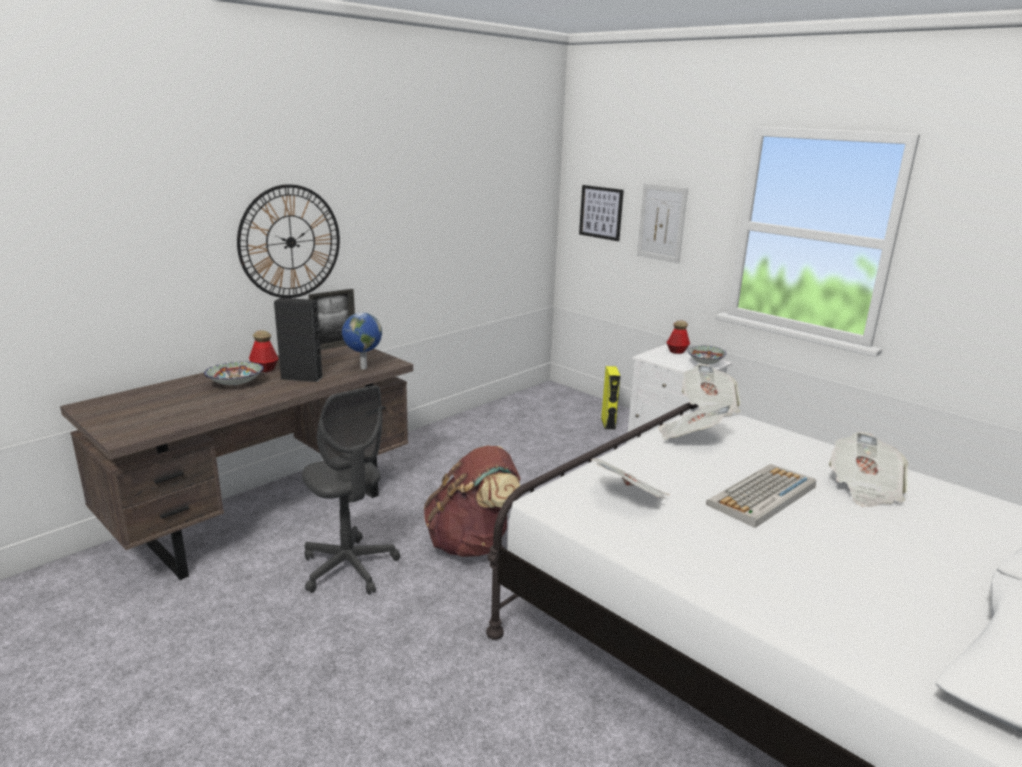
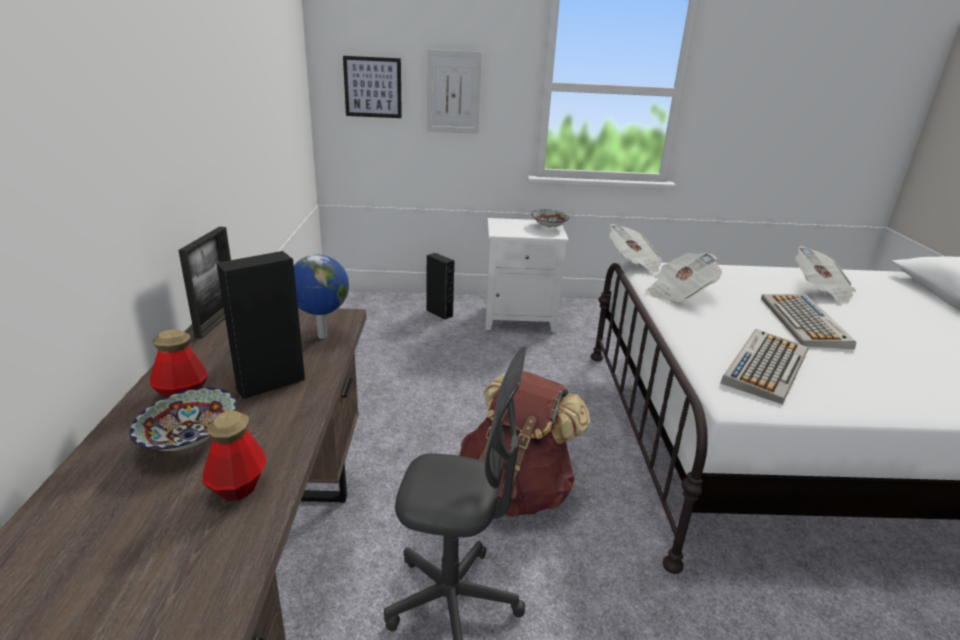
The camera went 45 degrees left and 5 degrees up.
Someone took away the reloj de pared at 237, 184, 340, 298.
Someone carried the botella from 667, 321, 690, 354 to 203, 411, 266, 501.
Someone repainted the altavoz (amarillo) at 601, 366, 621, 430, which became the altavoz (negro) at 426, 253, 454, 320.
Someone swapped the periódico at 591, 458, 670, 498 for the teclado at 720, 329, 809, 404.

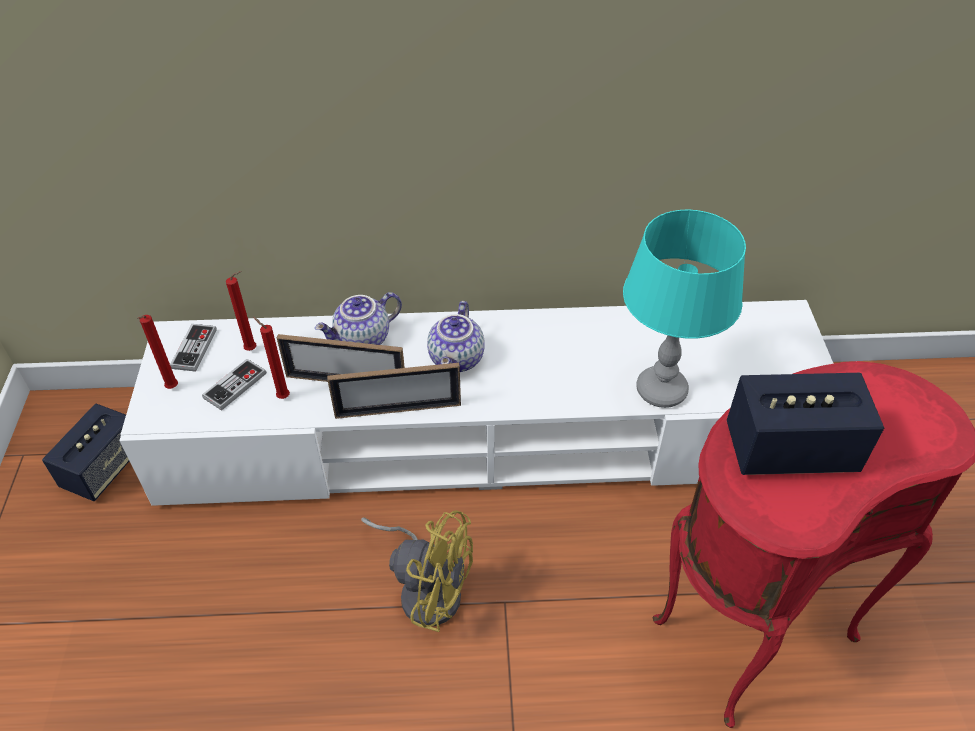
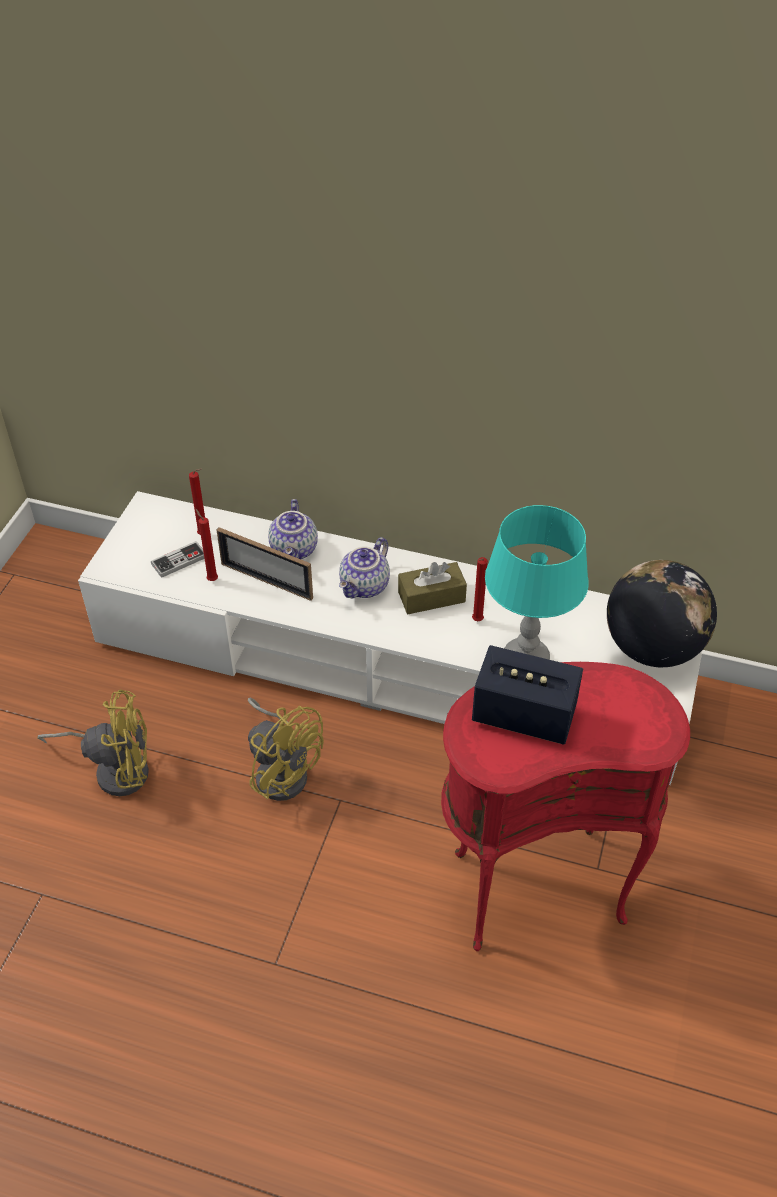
The camera went 20 degrees right and 0 degrees up.
Someone rotated the tetera at 315, 292, 402, 345 by 75 degrees counterclockwise.
Someone carried the vela (rojo) from 137, 315, 178, 389 to 472, 557, 488, 621.
Someone took away the mando de consola at 170, 324, 217, 372.
Someone took away the portarretratos at 327, 363, 461, 419.
Someone took away the altavoz at 42, 404, 129, 501.
Someone put down the globo terráqueo at 607, 560, 717, 667.
Someone put down the caja de pañuelos (marrón) at 398, 562, 467, 614.
Someone put down the ventilador (amarillo) at 37, 690, 149, 796.

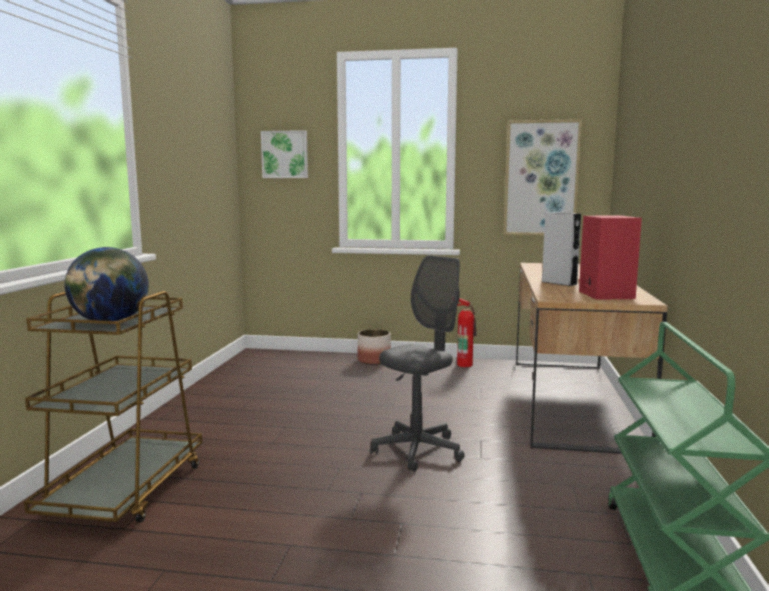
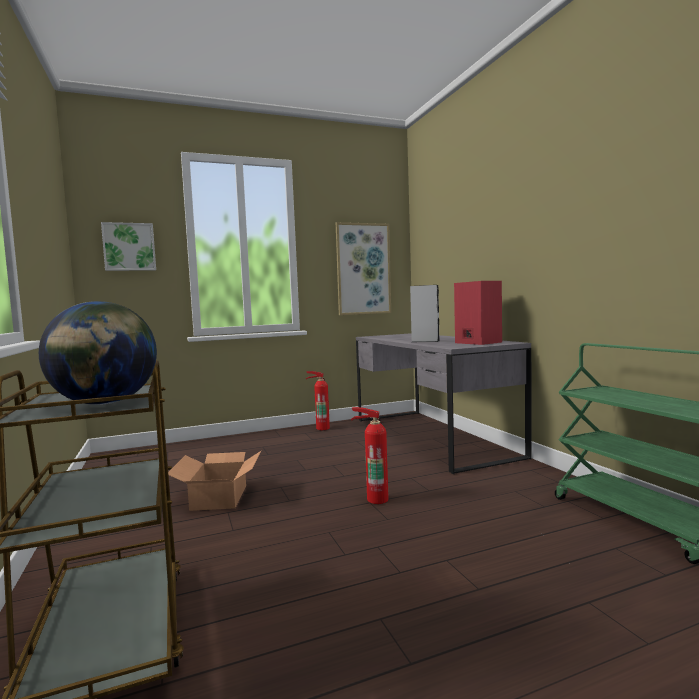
The camera went 30 degrees left and 5 degrees down.
Someone swapped the silla de oficina (gris) at 370, 255, 465, 472 for the extintor at 351, 407, 389, 504.
Someone repainted the escritorio (marrón) at 516, 263, 668, 454, which became the escritorio (gris) at 356, 333, 532, 474.
Someone took away the maceta at 358, 329, 391, 365.
Someone put down the caja de cartón at 168, 451, 261, 511.

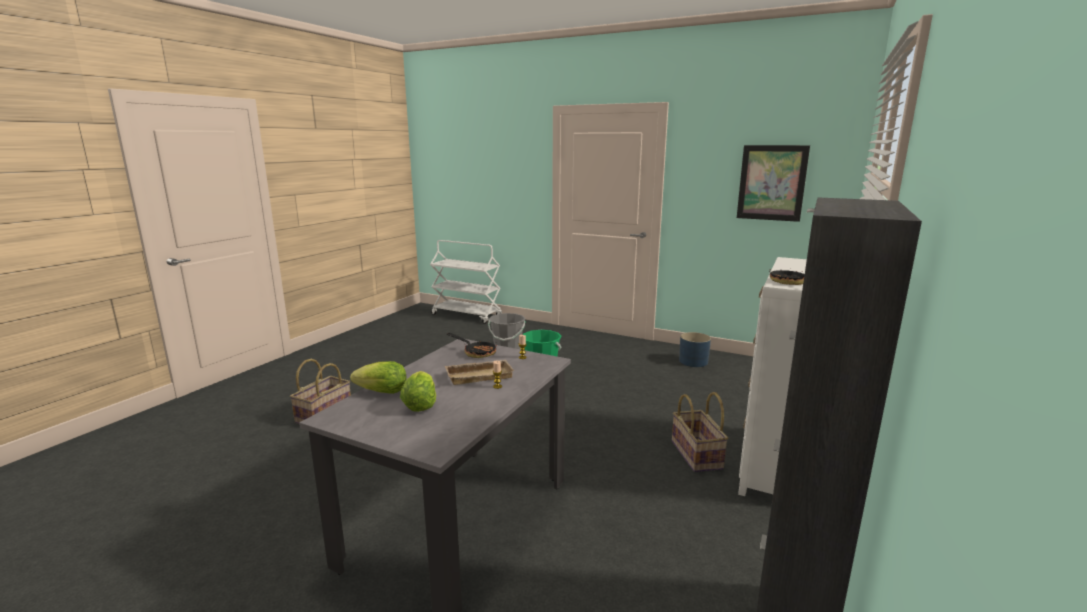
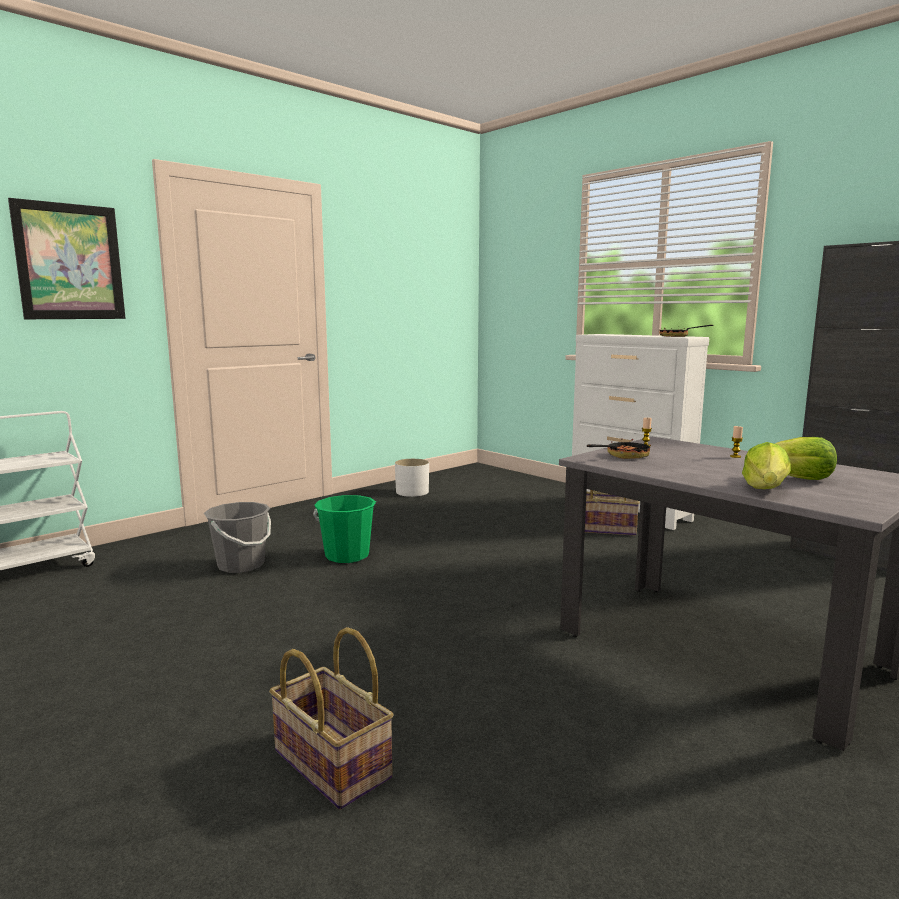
The camera went 70 degrees left and 5 degrees down.
Someone carried the cuadro from 737, 145, 810, 222 to 8, 198, 126, 319.
Someone repainted the maceta (azul) at 679, 332, 711, 367, which became the maceta (blanco) at 395, 459, 429, 497.
Someone took away the bandeja (beis) at 445, 360, 514, 385.

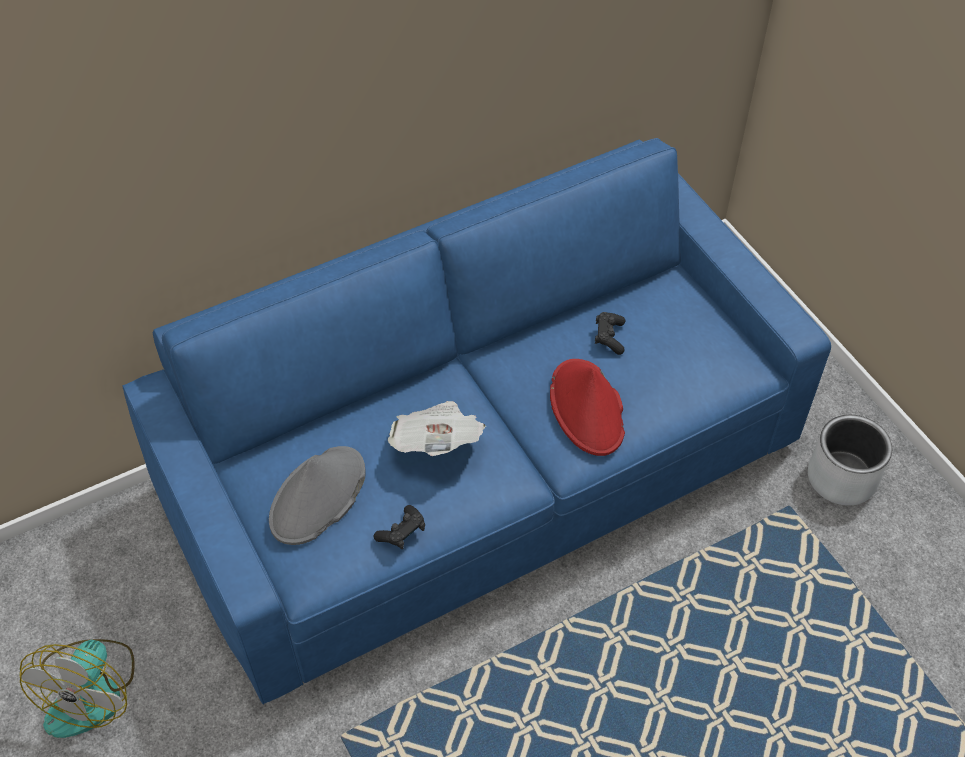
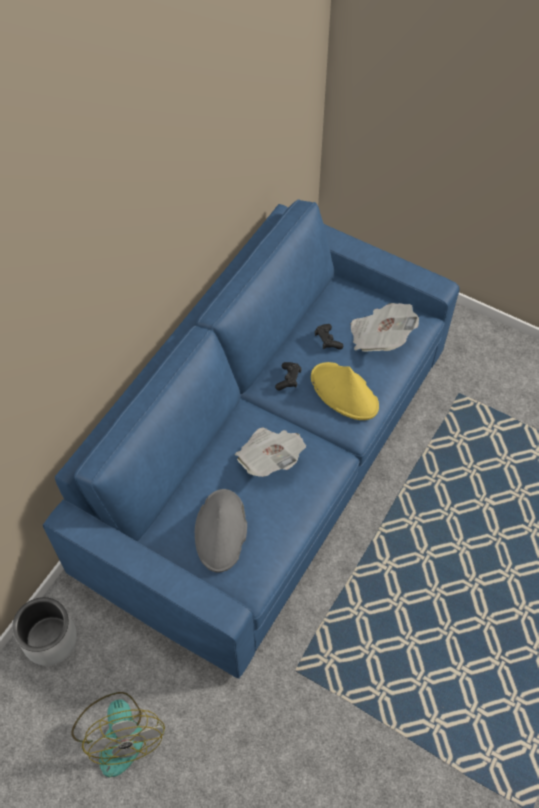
The camera went 30 degrees left and 5 degrees up.
Someone repainted the sombrero (rojo) at 550, 359, 625, 456, which became the sombrero (amarillo) at 311, 362, 379, 420.
Someone carried the maceta (gris) from 808, 415, 892, 505 to 12, 597, 77, 666.
Someone carried the mando de consola (negro) from 374, 505, 425, 549 to 275, 362, 301, 390.
Someone put down the periódico at 350, 303, 419, 352.

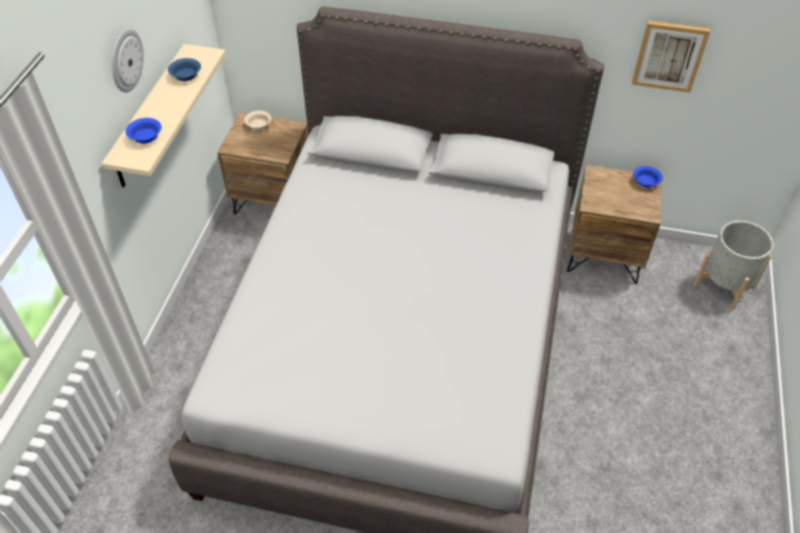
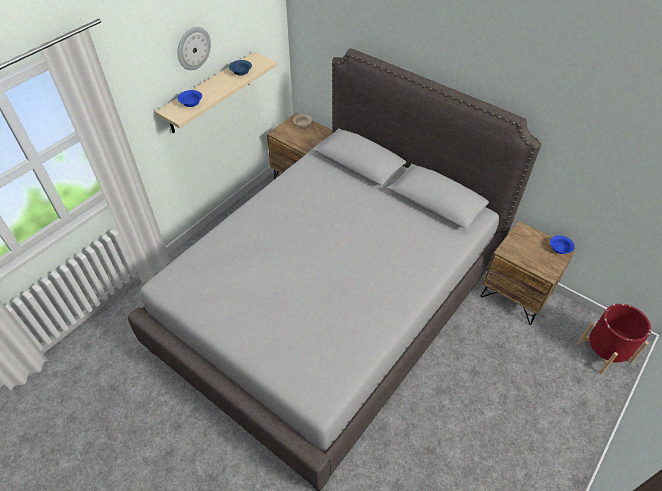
The camera went 25 degrees right and 0 degrees up.
Someone took away the cuadro at 632, 21, 710, 92.
Someone repainted the maceta (gris) at 694, 220, 774, 310, which became the maceta (rojo) at 577, 304, 651, 374.

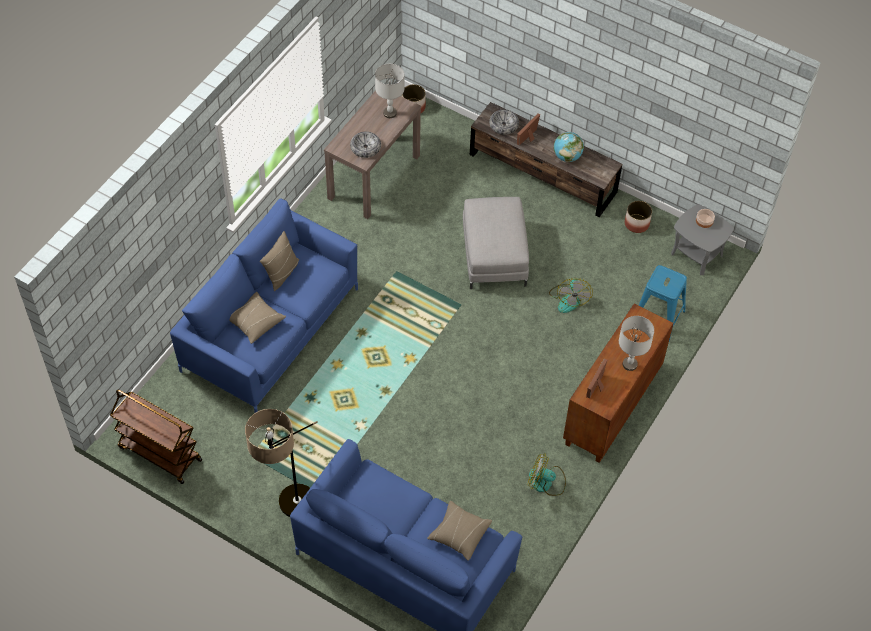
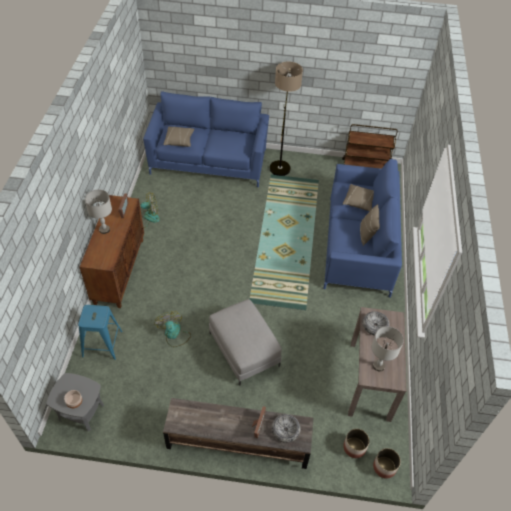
The camera went 155 degrees right and 5 degrees down.
Someone took away the globo terráqueo at 554, 132, 584, 162.
Someone carried the maceta from 625, 201, 652, 233 to 343, 429, 370, 458.

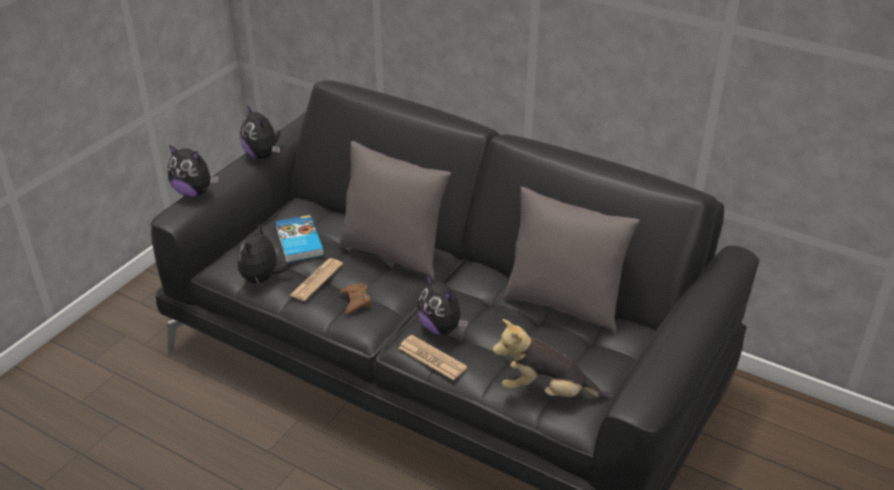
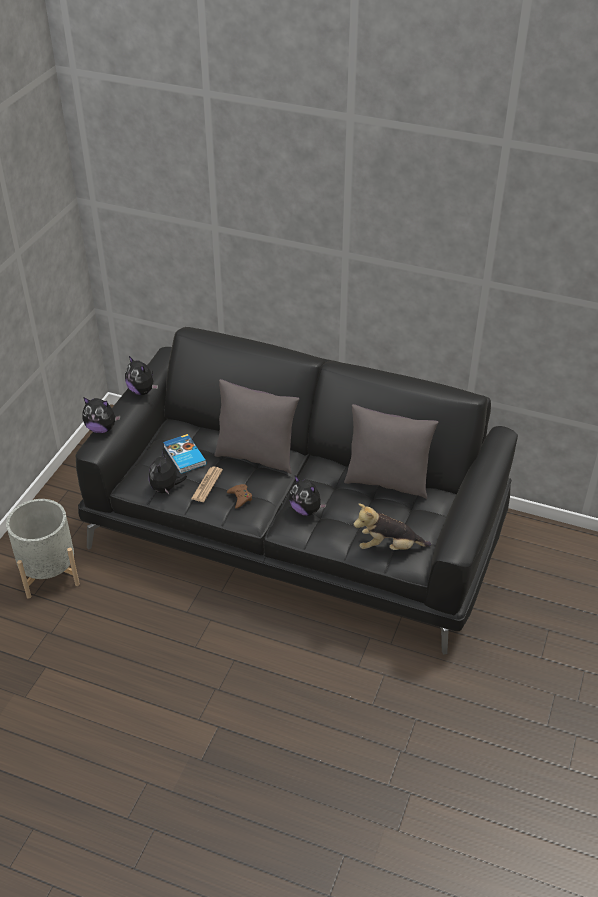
The camera went 10 degrees left and 5 degrees up.
Someone took away the periódico at 399, 335, 467, 380.
Someone put down the maceta (gris) at 6, 499, 80, 599.

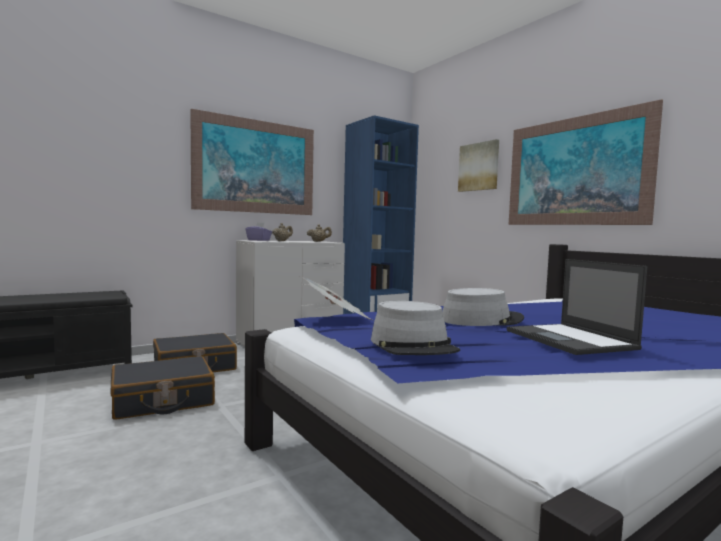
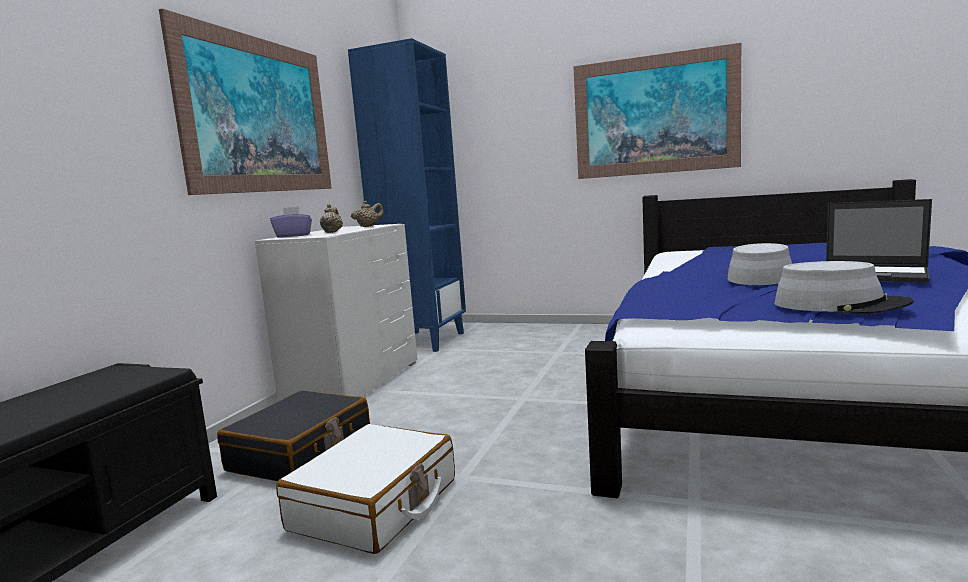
The camera went 35 degrees left and 5 degrees up.
Someone took away the cuadro at 458, 139, 499, 192.
Someone took away the periódico at 300, 276, 372, 320.
Someone repainted the maleta (negro) at 111, 356, 215, 420, which became the maleta (blanco) at 276, 424, 455, 554.

